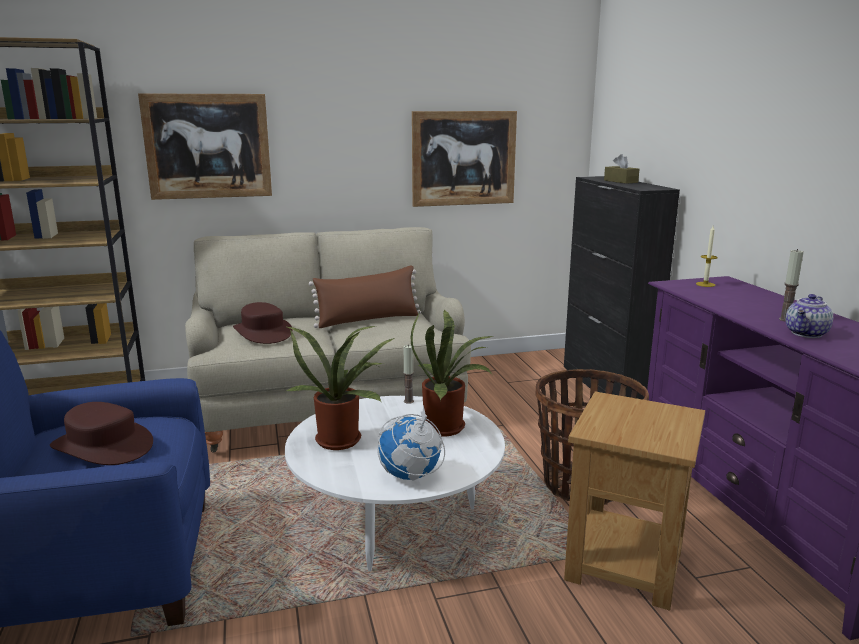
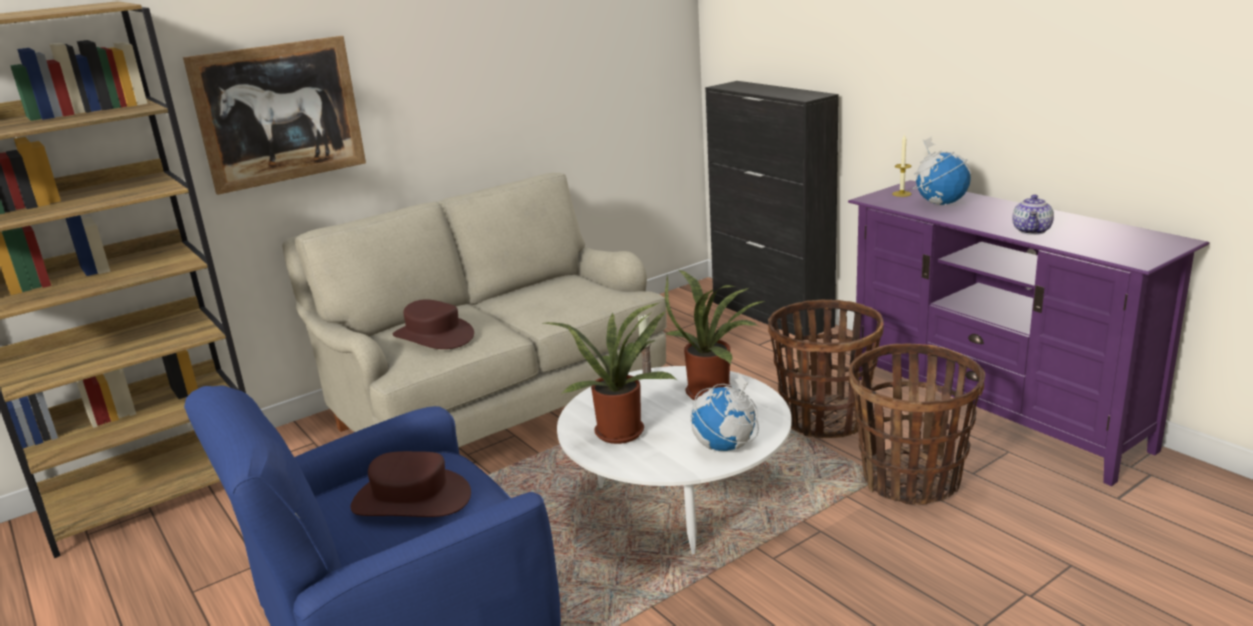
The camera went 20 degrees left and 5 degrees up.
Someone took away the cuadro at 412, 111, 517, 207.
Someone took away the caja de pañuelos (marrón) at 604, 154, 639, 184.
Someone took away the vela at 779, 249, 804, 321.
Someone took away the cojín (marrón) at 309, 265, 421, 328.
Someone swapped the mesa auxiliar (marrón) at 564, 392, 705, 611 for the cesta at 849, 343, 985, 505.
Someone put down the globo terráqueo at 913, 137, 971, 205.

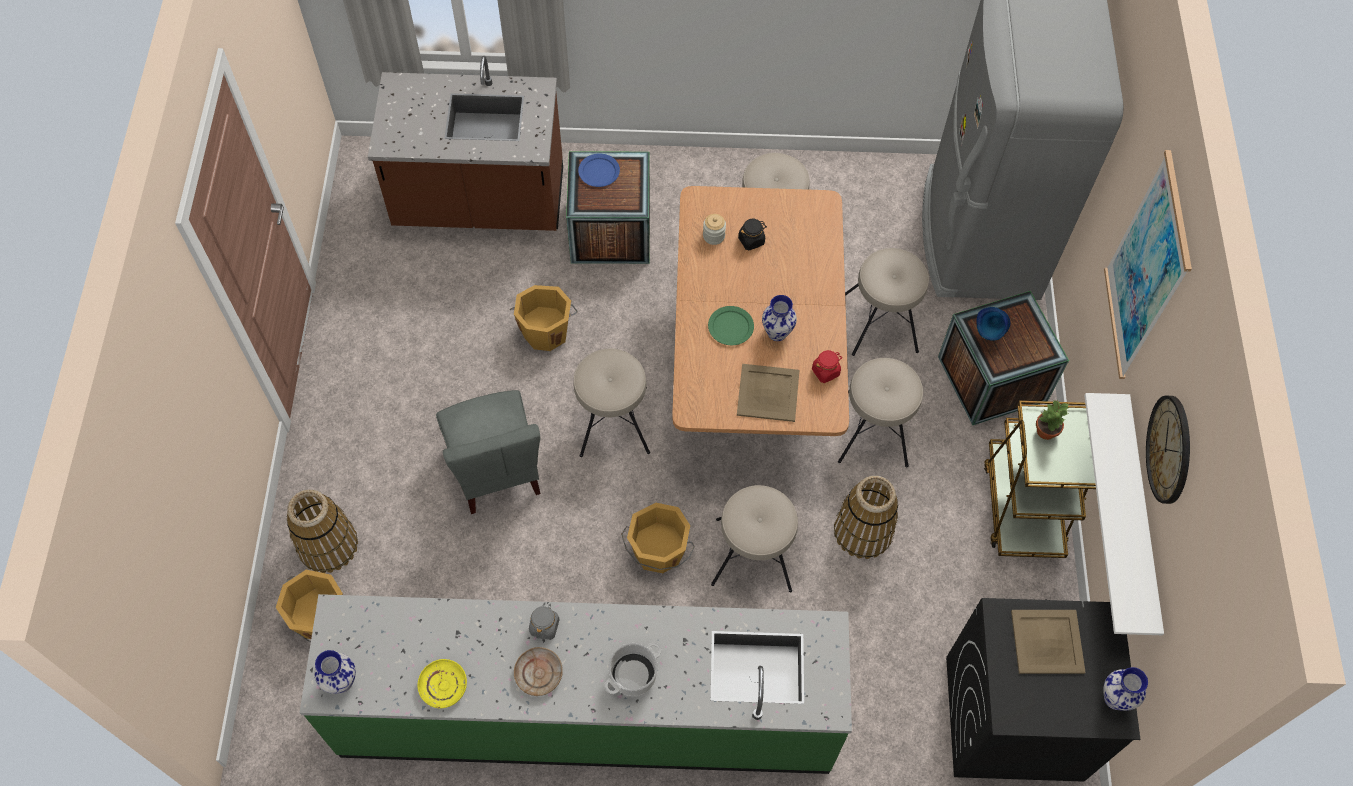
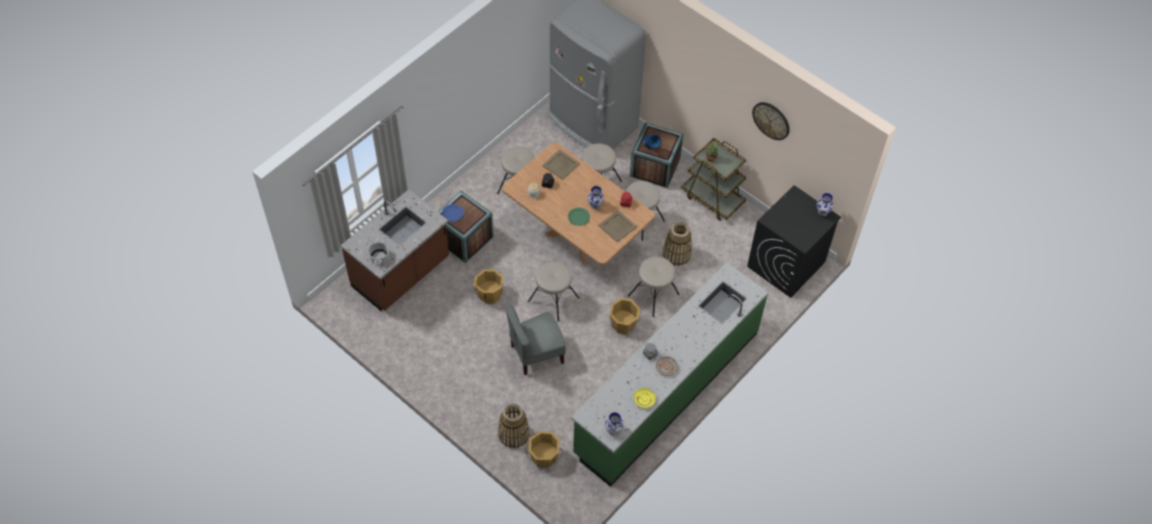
The camera went 50 degrees left and 5 degrees down.
Someone took away the cuadro at 1104, 150, 1192, 379.
Someone rotated the silla (gris) at 436, 390, 540, 514 by 135 degrees clockwise.
Someone took away the estante (blanco) at 1084, 393, 1164, 635.
Someone carried the bandeja (beis) from 1011, 610, 1086, 674 to 542, 149, 580, 180.
Someone carried the olla from 604, 642, 662, 696 to 368, 239, 389, 264.

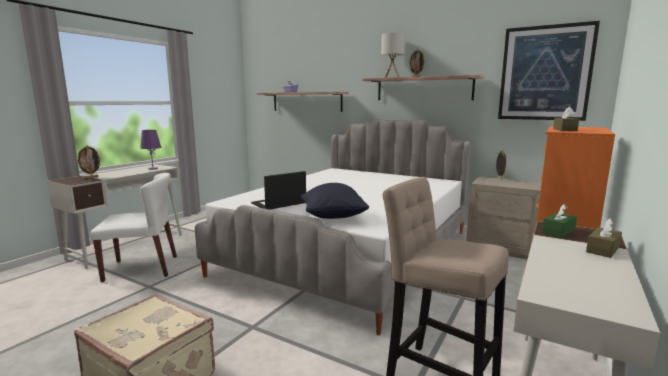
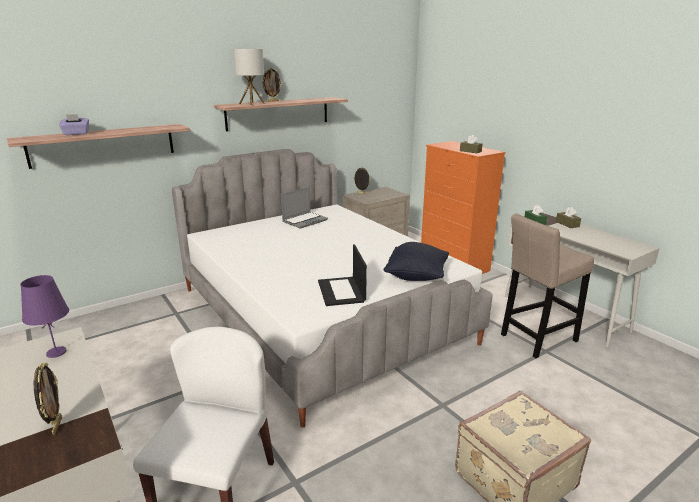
The camera went 65 degrees left and 10 degrees up.
Someone took away the cuadro at 498, 21, 600, 121.
Someone put down the portátil at 281, 187, 328, 229.

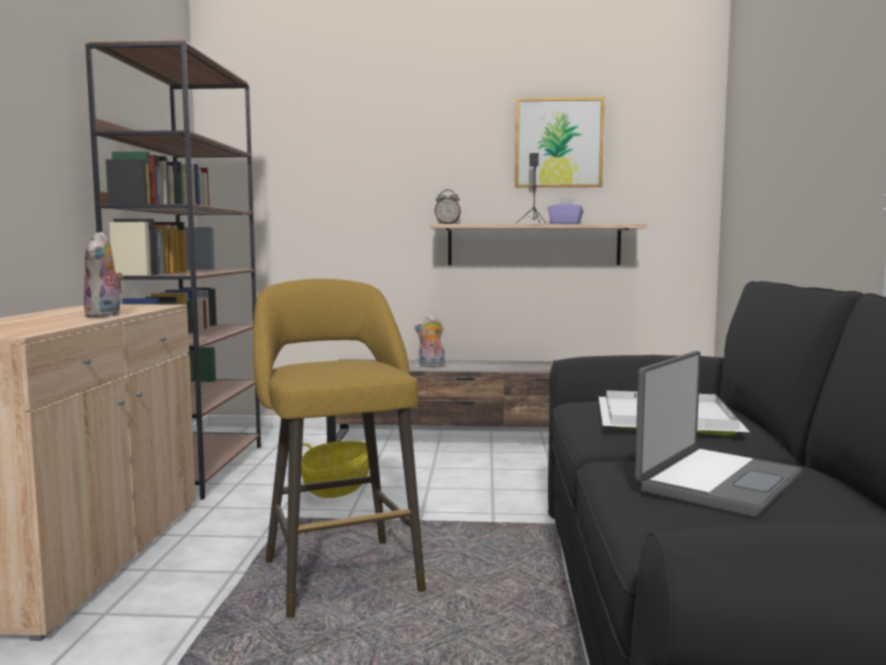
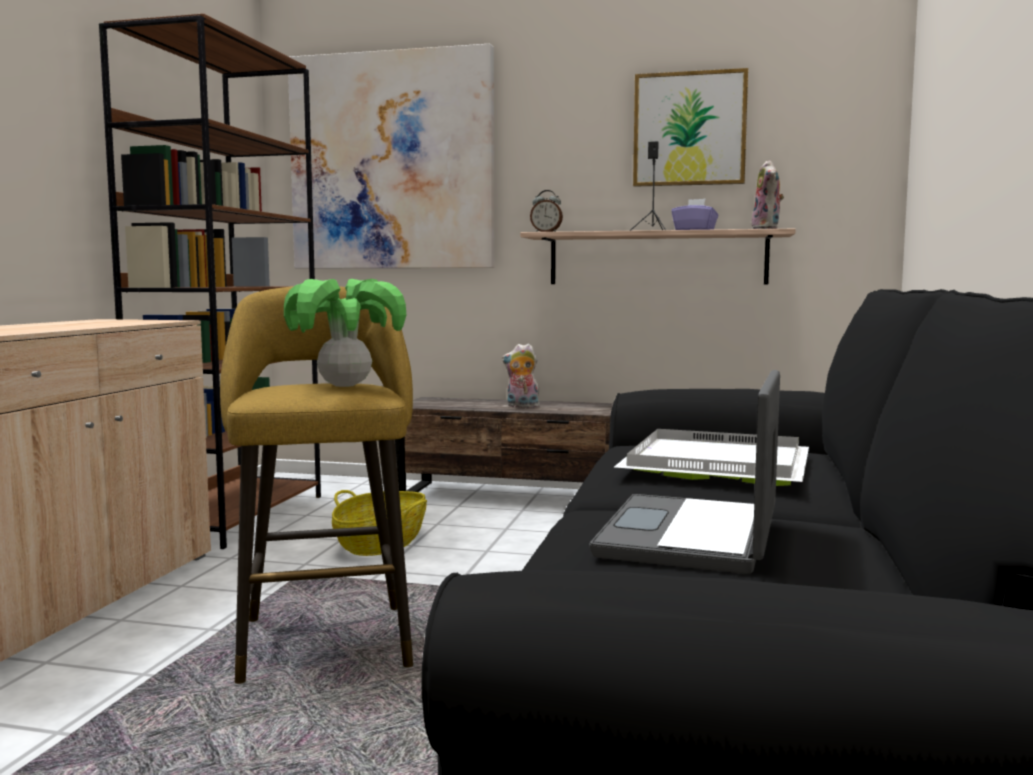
The camera went 10 degrees right and 0 degrees up.
Someone carried the peluche from 84, 232, 123, 317 to 752, 160, 784, 229.
Someone rotated the portátil at 635, 351, 802, 517 by 150 degrees clockwise.
Someone put up the cuadro at 288, 44, 494, 269.
Someone put down the planta en maceta at 284, 279, 406, 387.

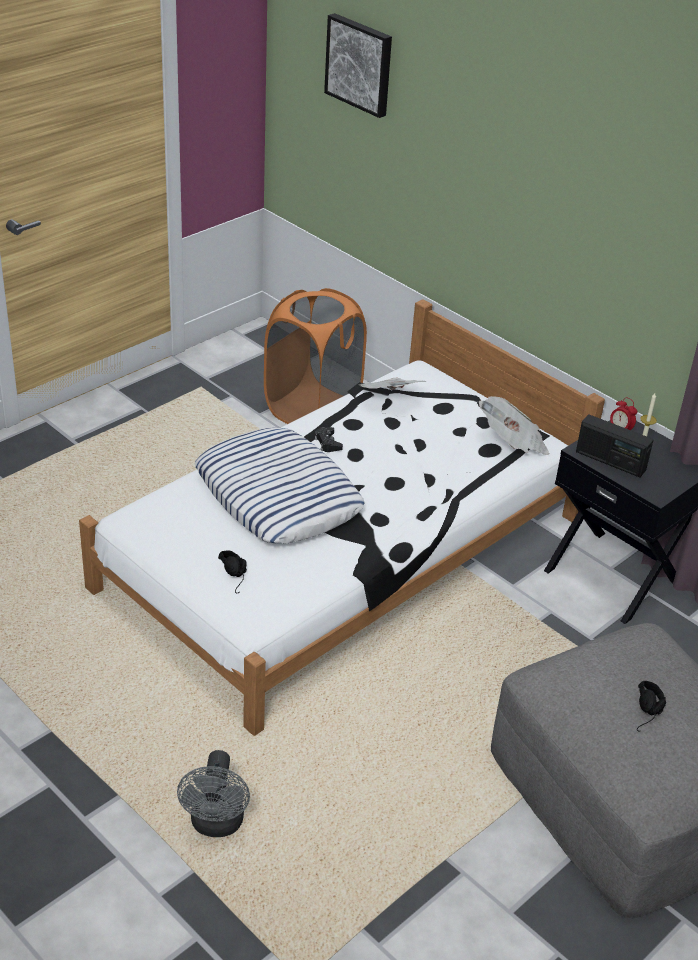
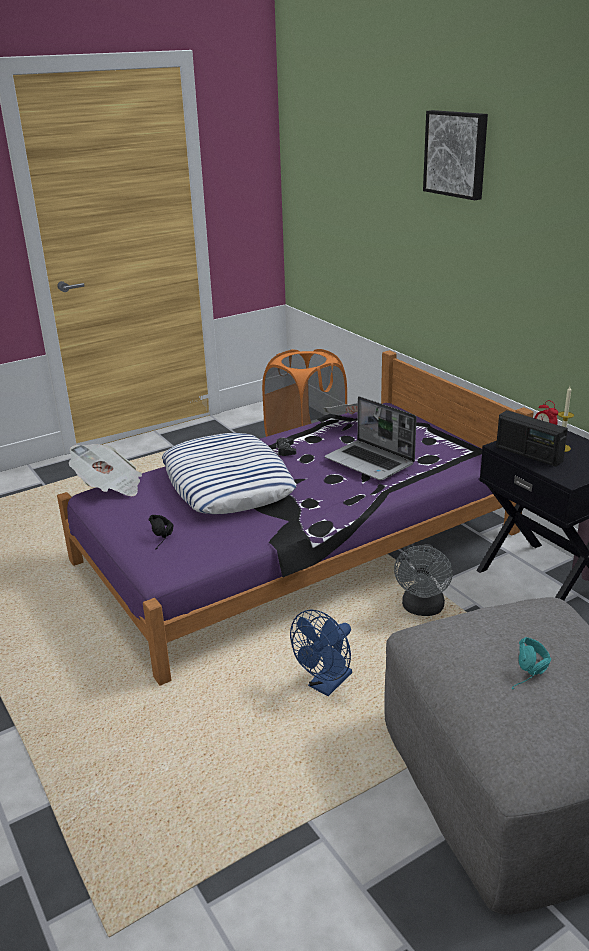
The camera went 15 degrees right and 10 degrees down.
Someone carried the cuadro from 324, 13, 392, 118 to 423, 110, 488, 200.
Someone repainted the cama (blanco) at 79, 299, 605, 736, which became the cama (morado) at 57, 350, 534, 686.
Someone carried the periódico from 479, 396, 550, 455 to 69, 444, 142, 496.
Someone repainted the auriculares (negro) at 637, 681, 666, 732, which became the auriculares (turquesa) at 512, 637, 551, 689.
Someone carried the ventilador (gris) from 177, 750, 250, 837 to 394, 544, 453, 616.
Someone put down the portátil at 325, 396, 417, 480.
Someone put down the ventilador (azul) at 290, 609, 352, 696.

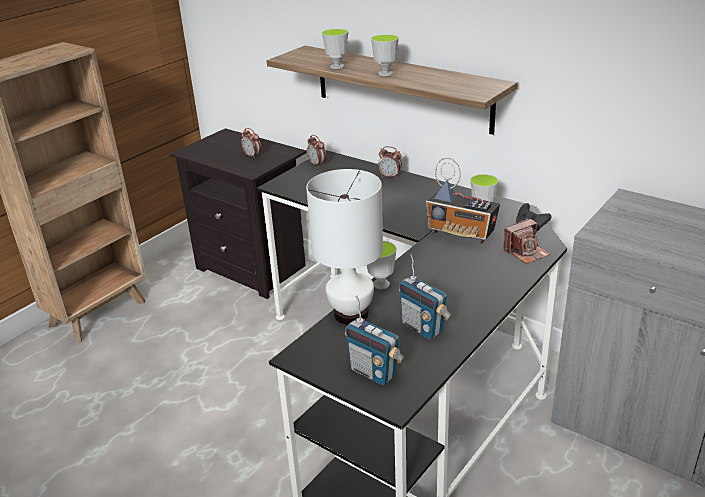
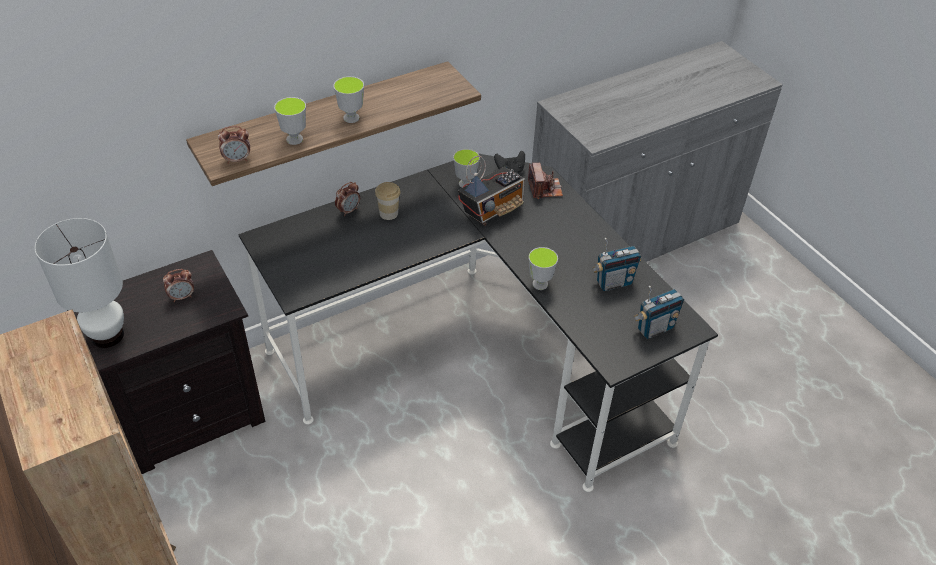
The camera went 70 degrees left and 15 degrees up.
Someone carried the despertador from 307, 135, 326, 167 to 218, 126, 250, 164.
Someone carried the lámpara de mesa (blanco) from 306, 169, 383, 325 to 35, 218, 124, 348.
Someone put down the taza at 375, 182, 401, 220.

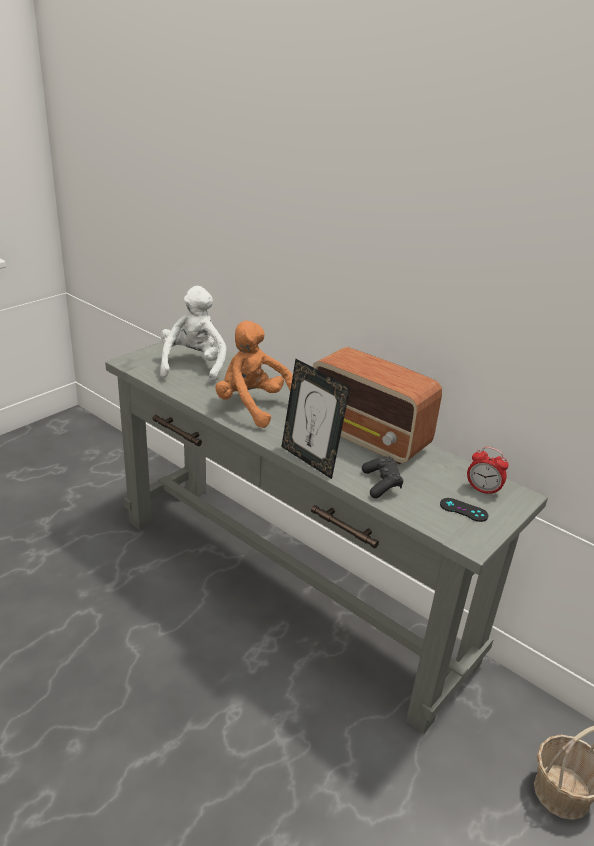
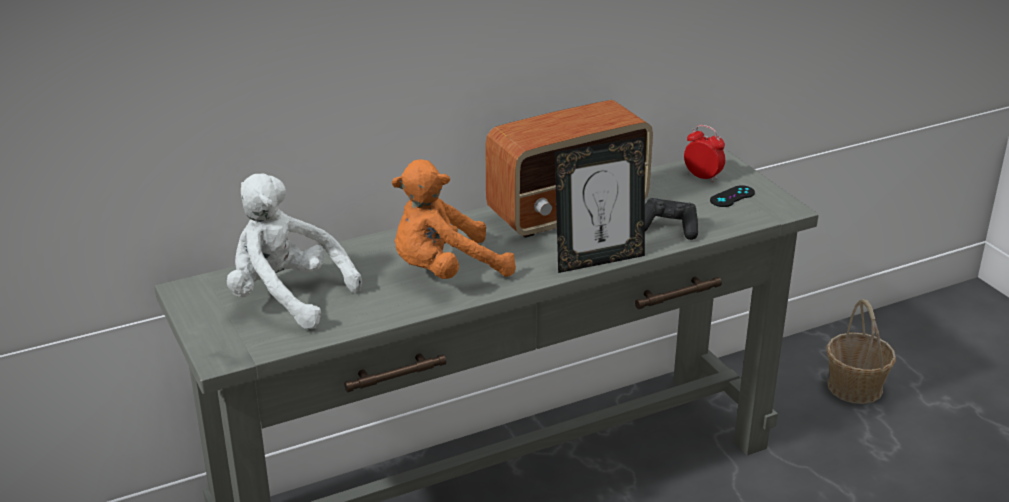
The camera went 65 degrees left and 0 degrees up.
Someone rotated the despertador at 467, 447, 509, 496 by 105 degrees counterclockwise.

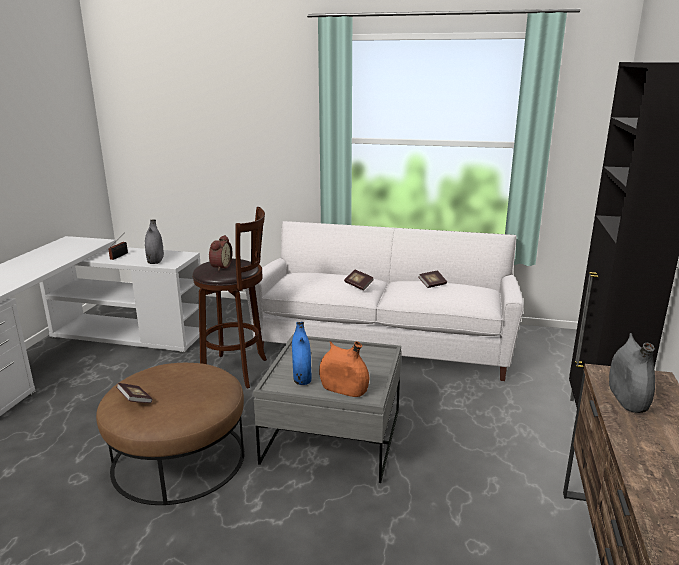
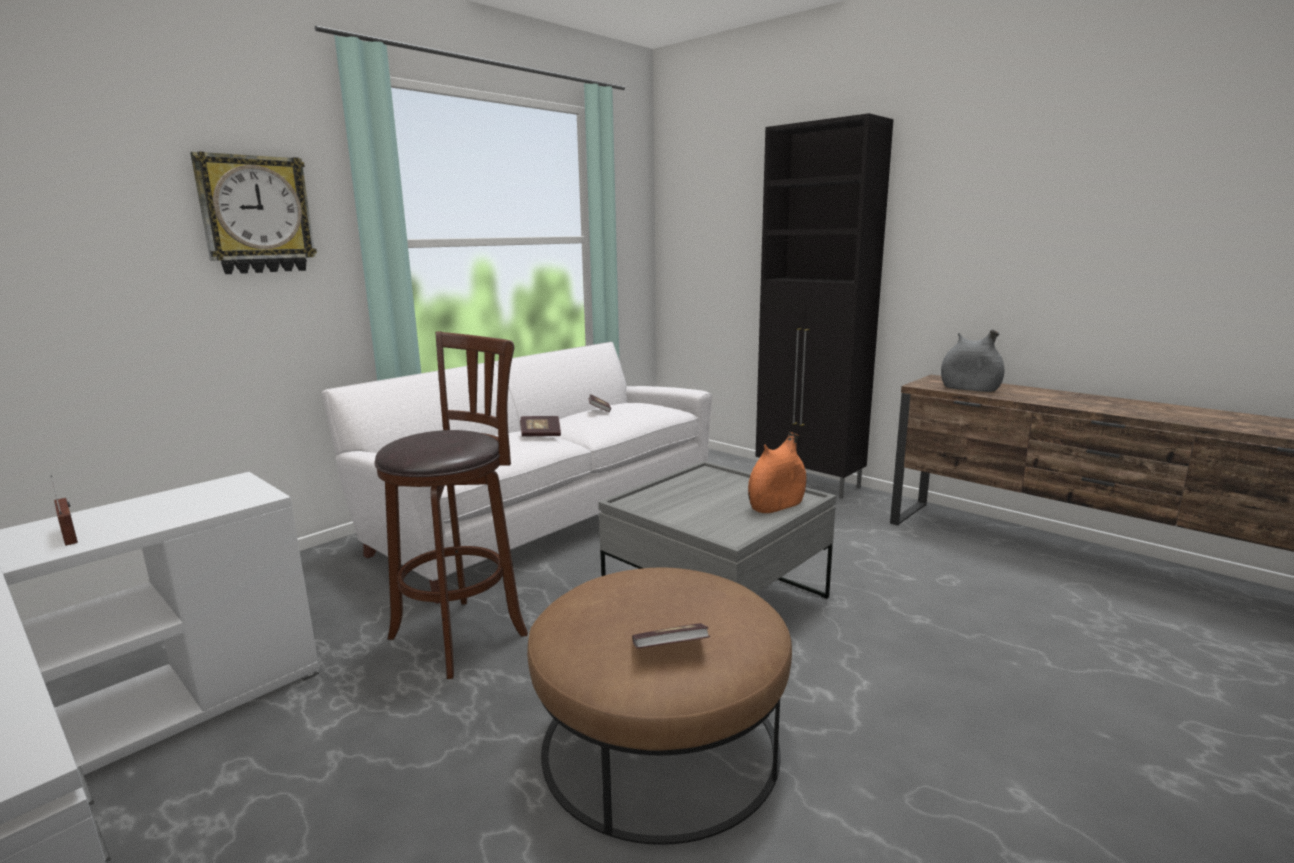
The camera went 60 degrees left and 5 degrees down.
Someone took away the florero (gris) at 145, 219, 164, 264.
Someone took away the despertador at 209, 235, 232, 271.
Someone took away the florero (azul) at 292, 322, 311, 385.
Someone put up the reloj de pared at 190, 151, 317, 274.

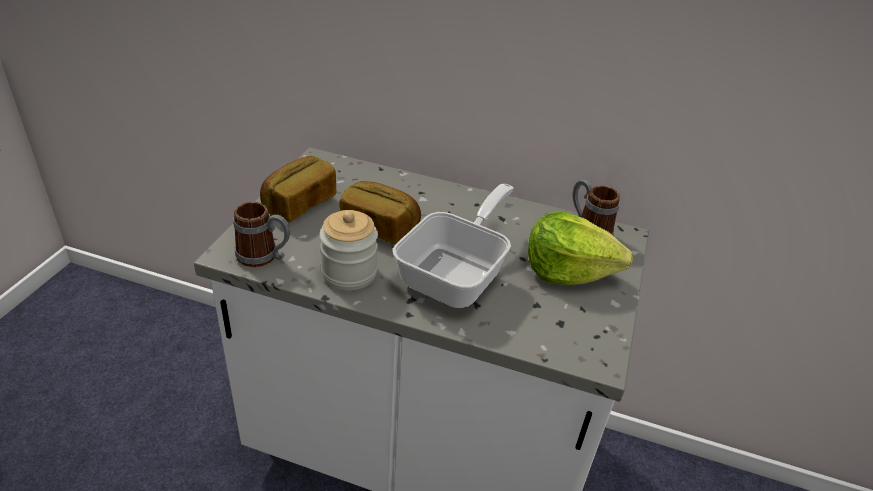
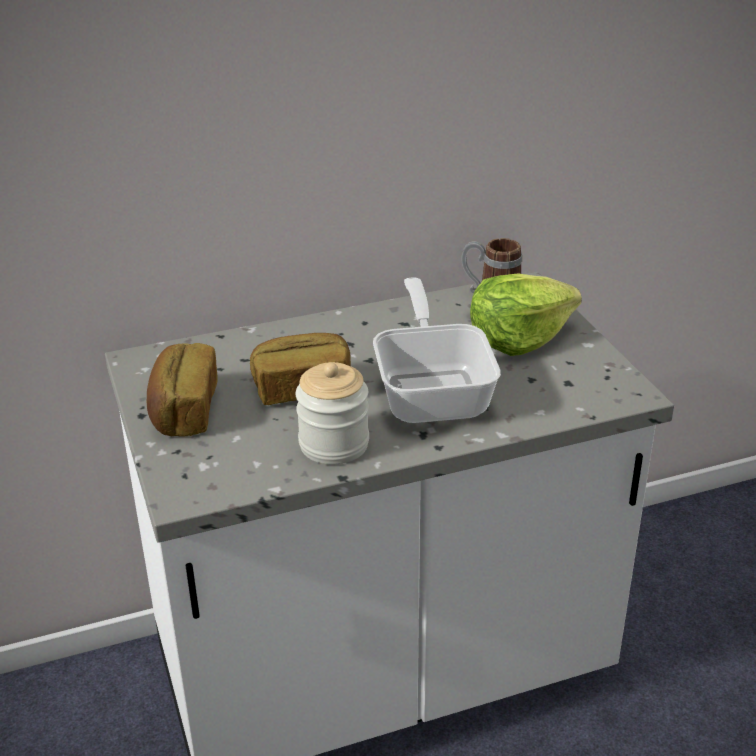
The camera went 35 degrees left and 5 degrees down.
Someone took away the taza grande at 233, 202, 290, 267.

